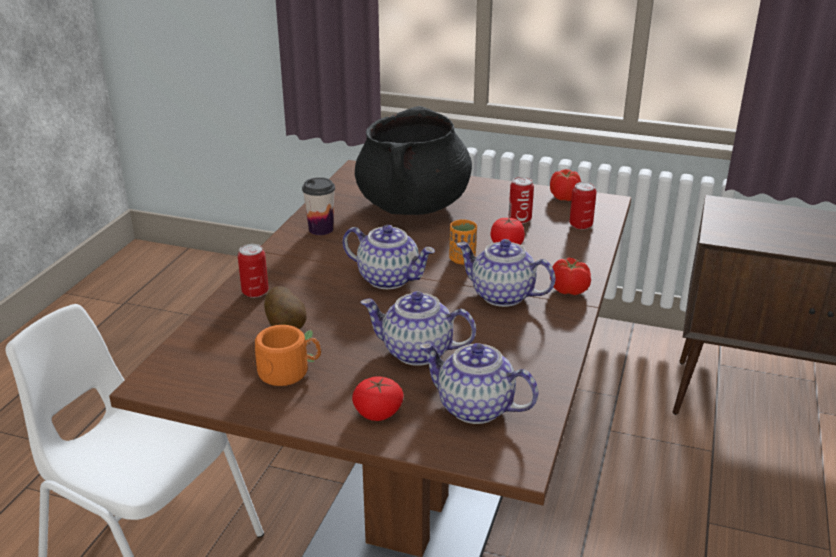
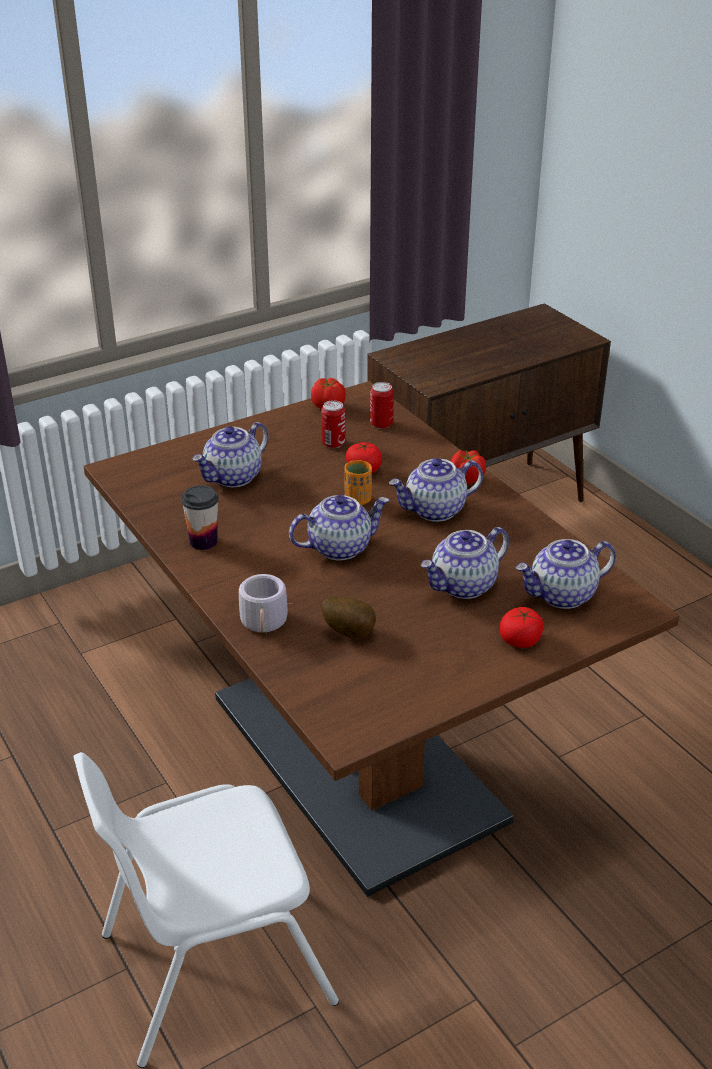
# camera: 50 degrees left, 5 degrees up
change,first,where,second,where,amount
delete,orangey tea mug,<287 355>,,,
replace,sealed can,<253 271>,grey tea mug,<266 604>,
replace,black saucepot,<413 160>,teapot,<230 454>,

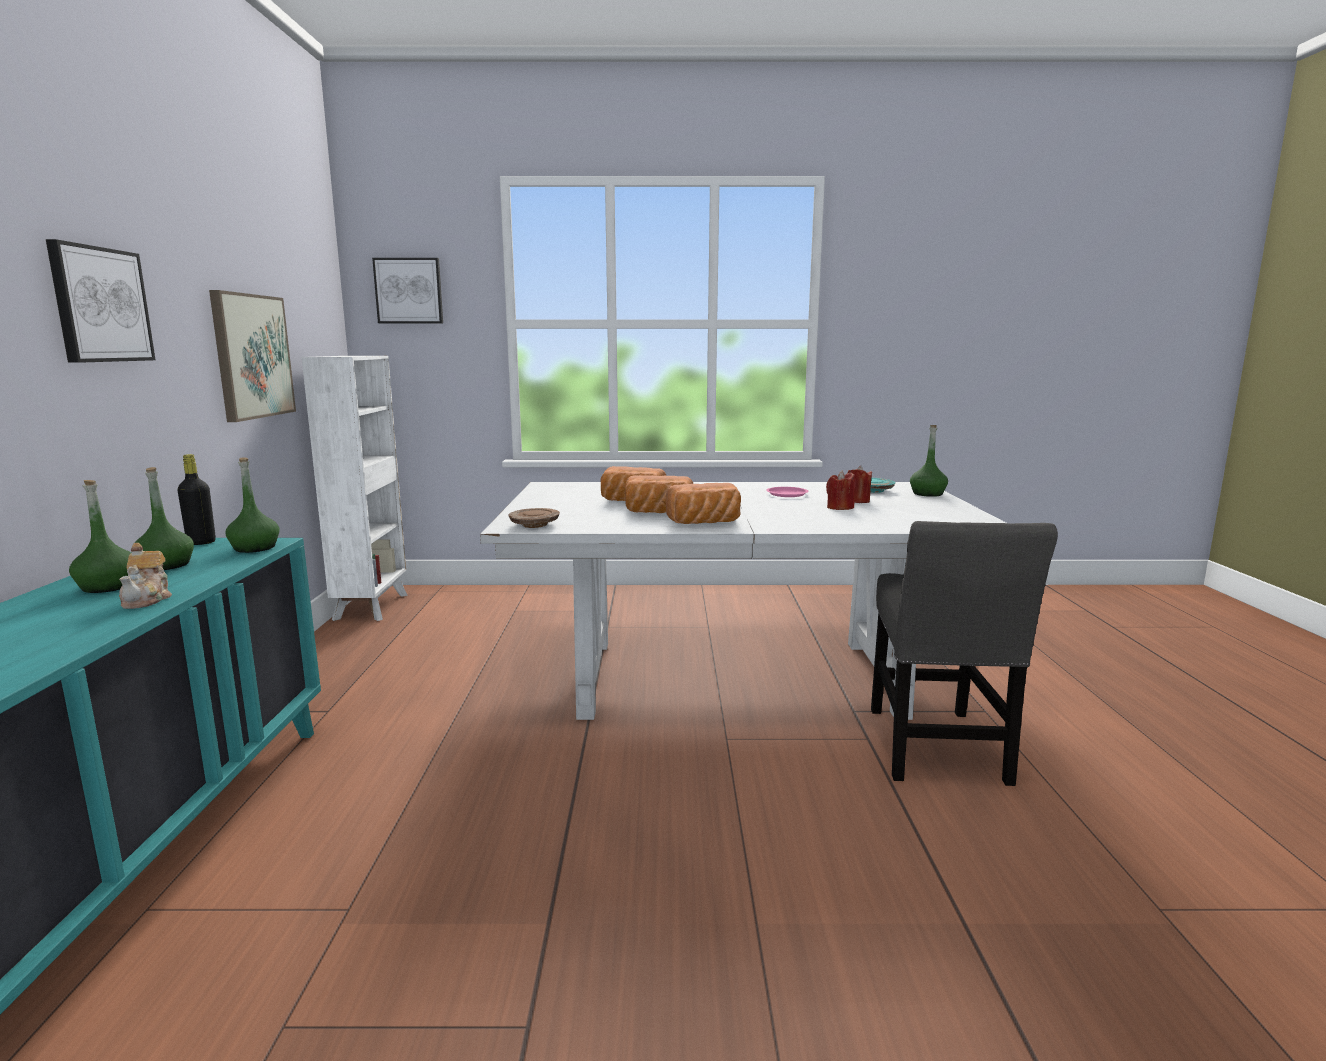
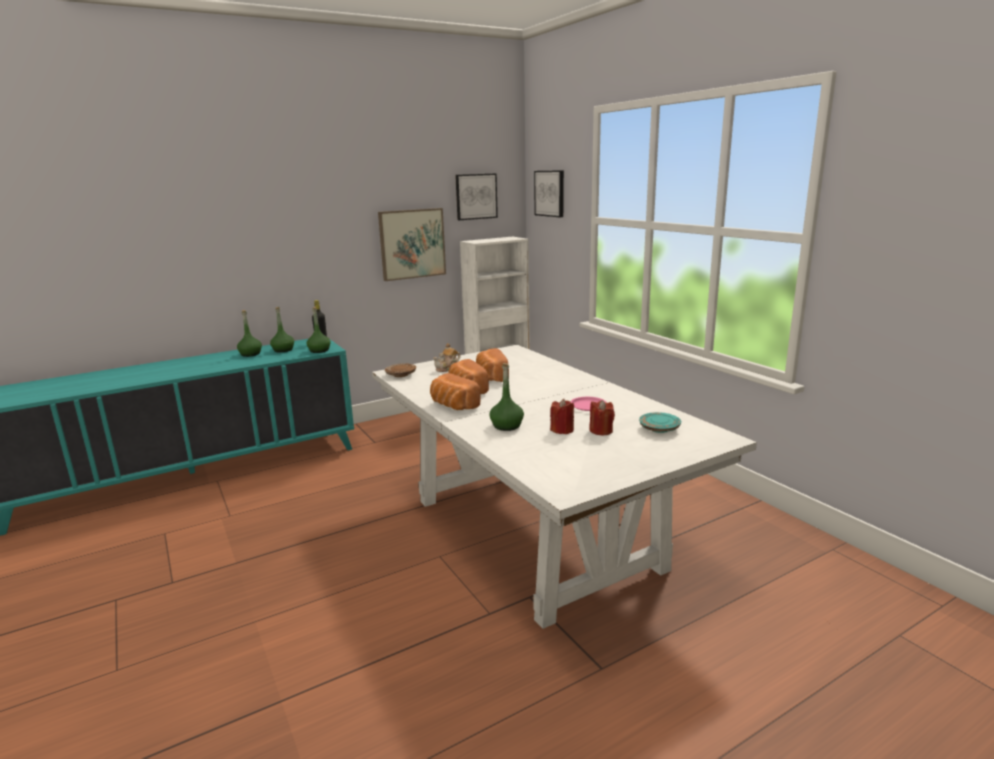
# camera: 60 degrees right, 5 degrees up
change,first,where,second,where,amount
delete,grey plain chair,<964 653>,,,
move,picture,<101 301>,,<476 196>,
move,teapot,<145 576>,,<447 357>,
move,green beverage bottle,<929 461>,,<506 397>,

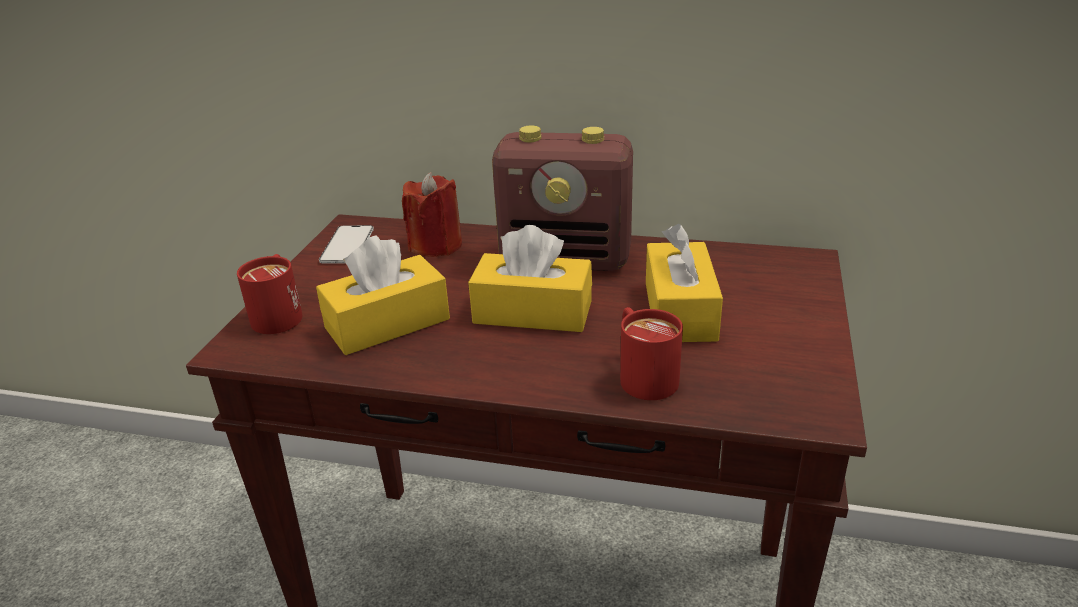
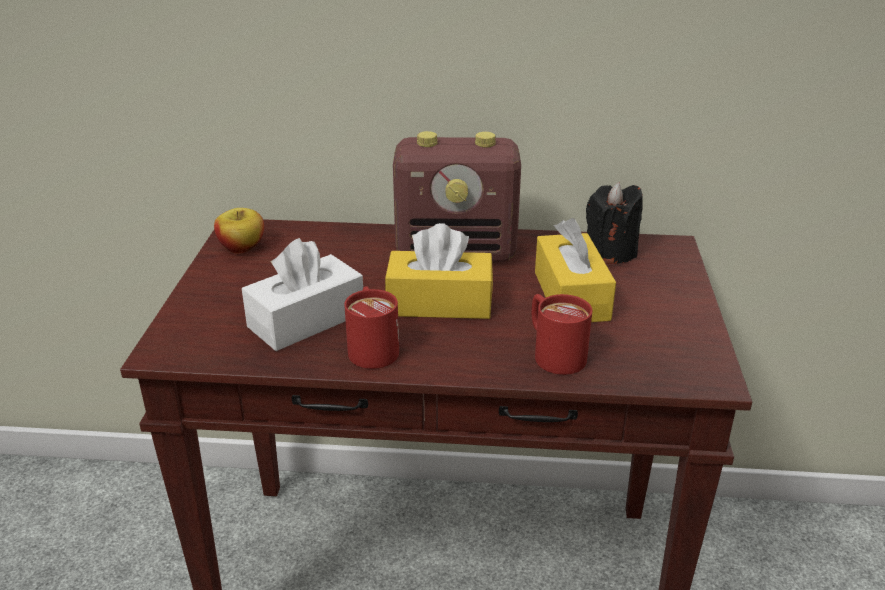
# camera: 10 degrees left, 0 degrees up
change,first,where,second,where,amount
delete,red-coloured candle,<432 214>,,,
insert,,,black candle,<614 223>,
move,red-coloured tea mug,<270 294>,,<371 327>,
replace,phone,<346 244>,whole apple,<239 230>,
recolor,yellow-coloured tissue holder,<383 295>,white-coloured tissue holder,<302 294>,

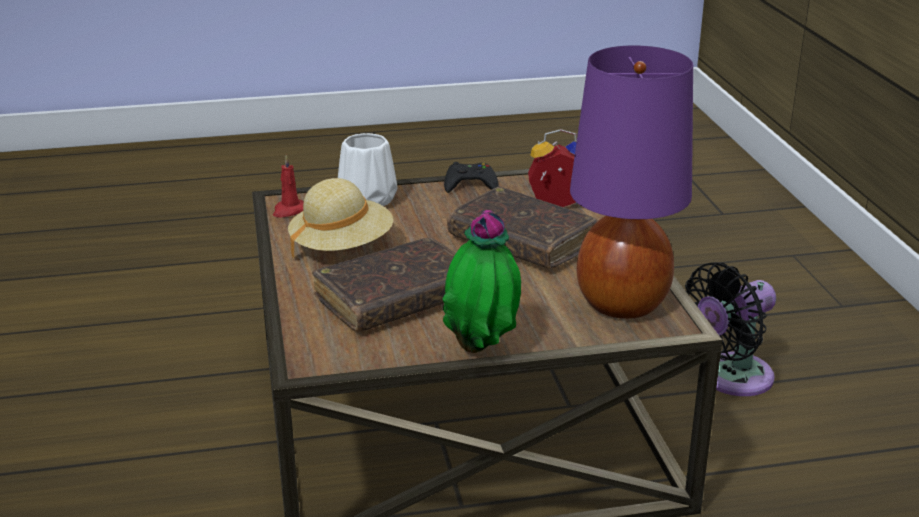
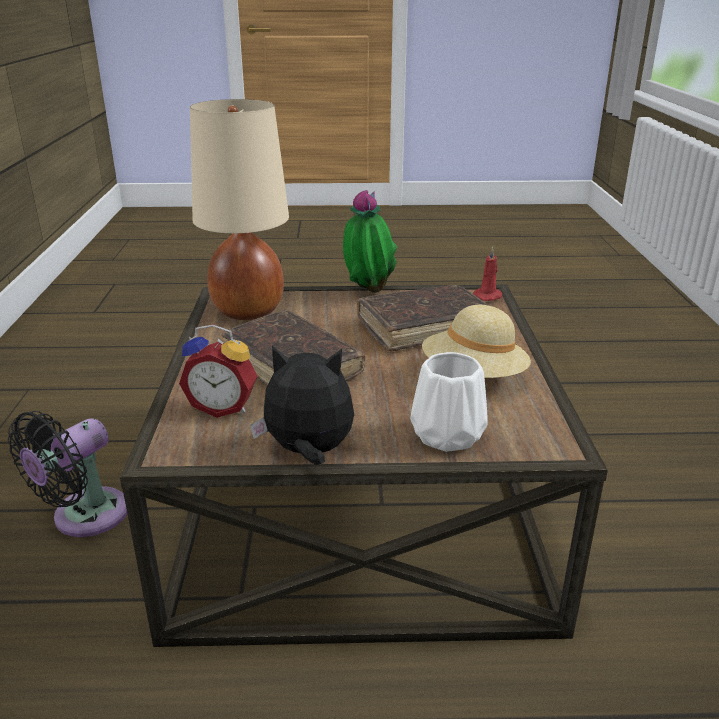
# camera: 170 degrees left, 0 degrees up
change,first,where,second,where,amount
move,red-coloured candle,<288 186>,,<487 274>,
replace,black joypad,<471 177>,soft toy,<302 405>,
recolor,purple-coloured lamp for a table,<631 182>,beige-coloured lamp for a table,<239 209>,
rotate,black fan,<730 329>,,<67 474>,150 degrees clockwise

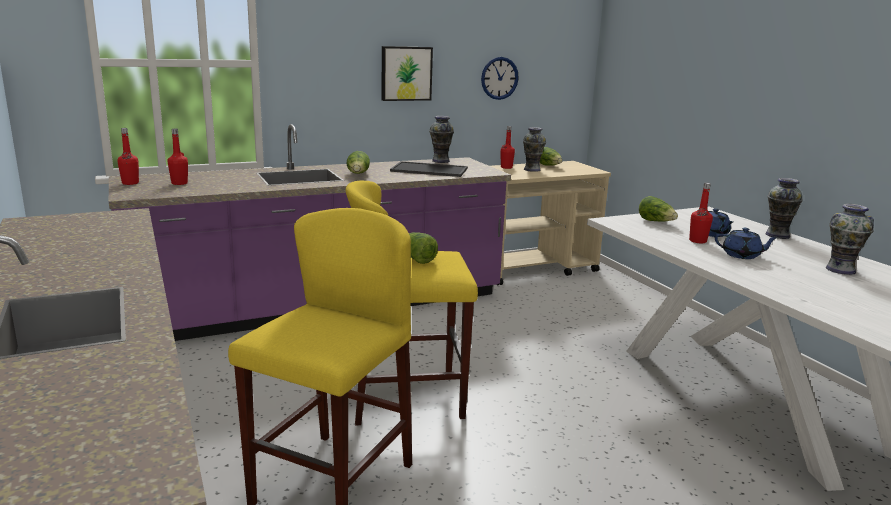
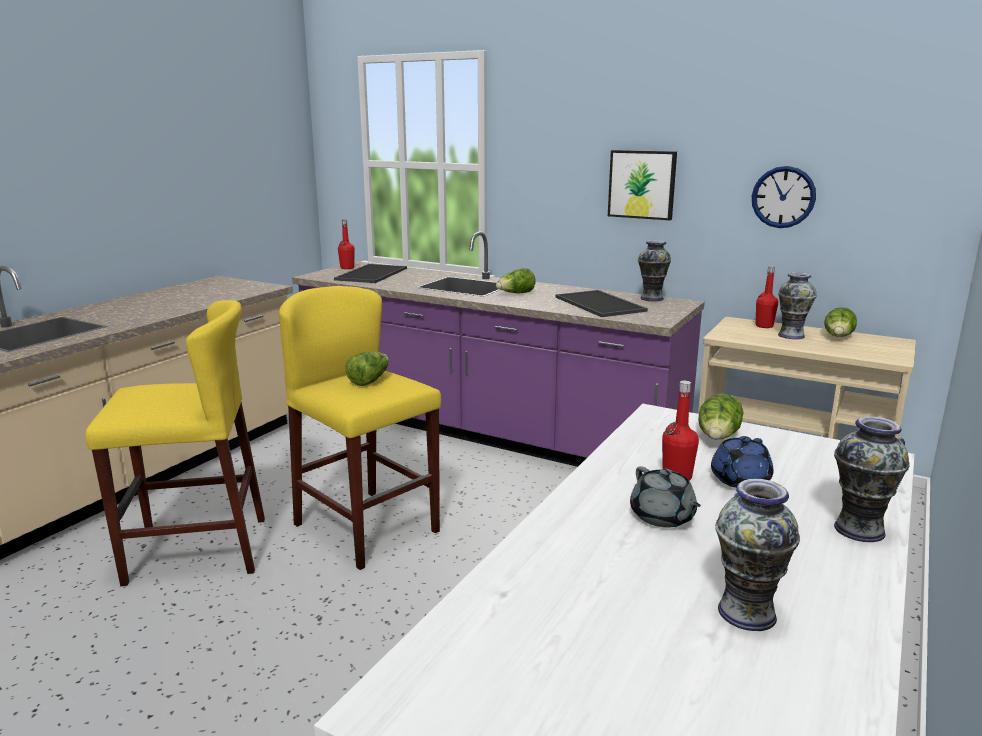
# camera: 55 degrees right, 0 degrees up
change,first,where,second,where,amount
replace,red-coloured beverage bottle,<178 157>,carrying tray,<370 273>,
recolor,blue teapot,<747 243>,grey teapot,<665 497>,

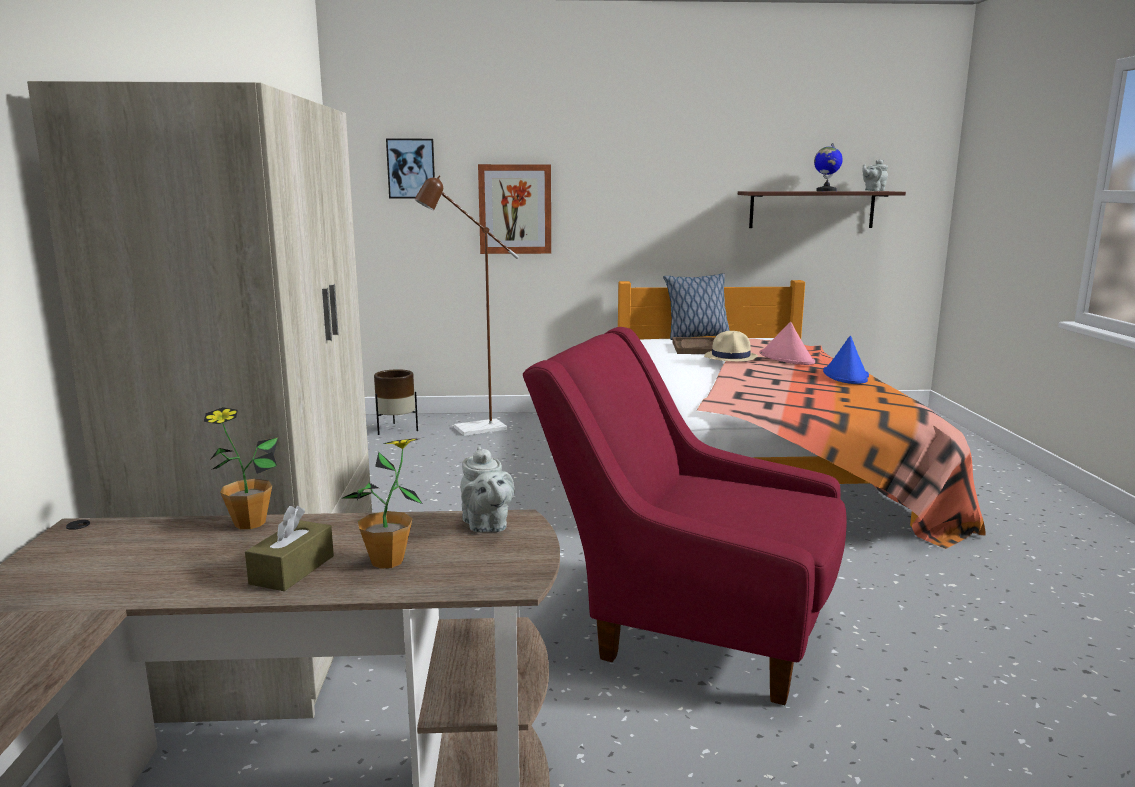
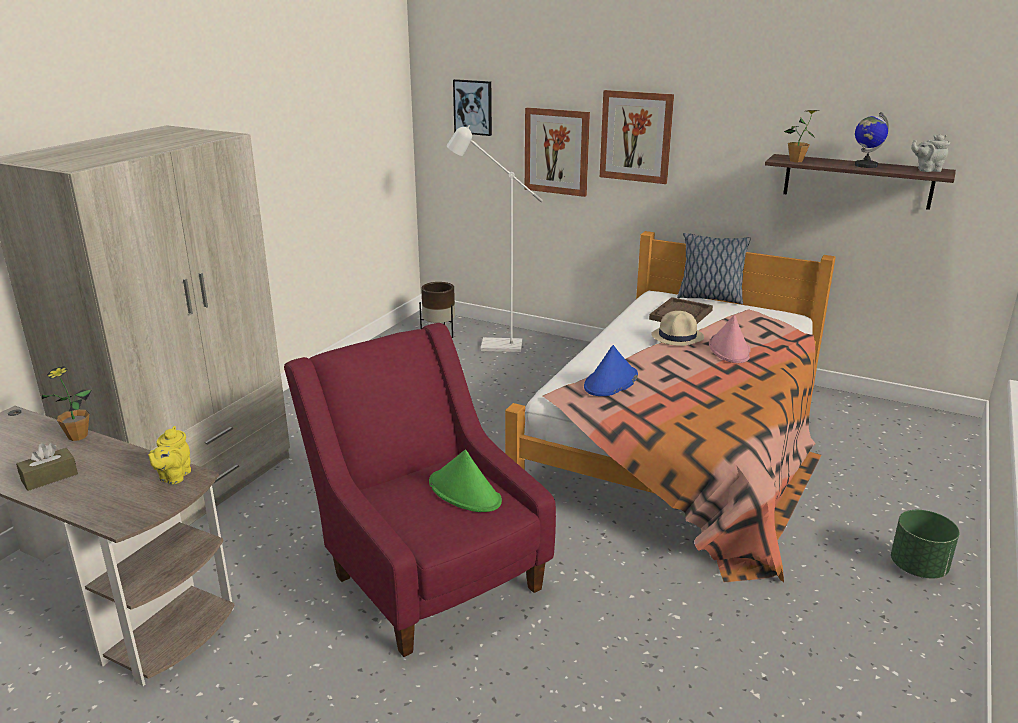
# camera: 30 degrees right, 10 degrees up
change,first,where,second,where,amount
insert,,,green wearable hat,<465 481>,
insert,,,picture,<637 137>,
insert,,,green flower pot,<925 544>,
move,potted plant,<382 504>,,<801 136>,
move,blue wearable hat,<846 360>,,<611 370>,
recolor,brownish standing lamp,<466 306>,white-coloured standing lamp,<495 238>,
recolor,grey teapot,<488 489>,yellow-coloured teapot,<169 455>,

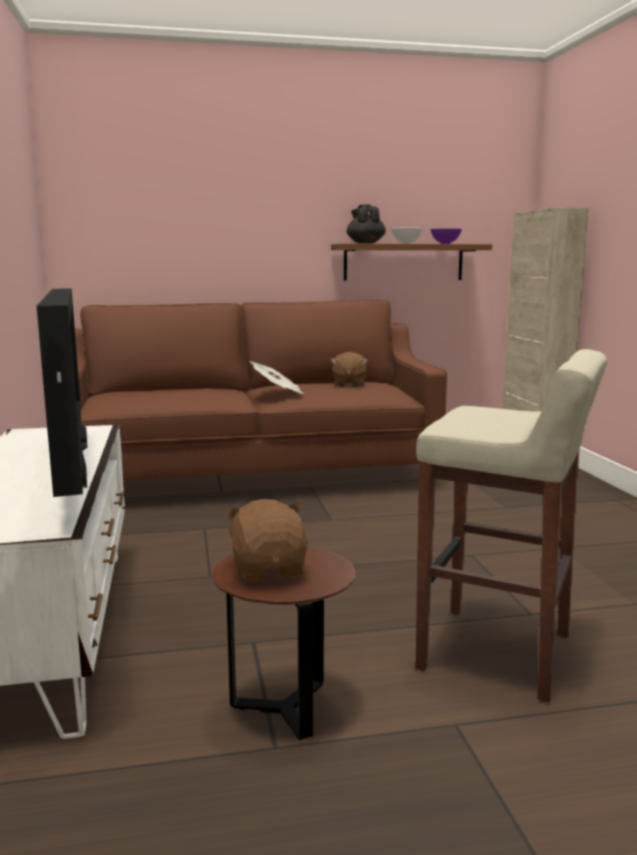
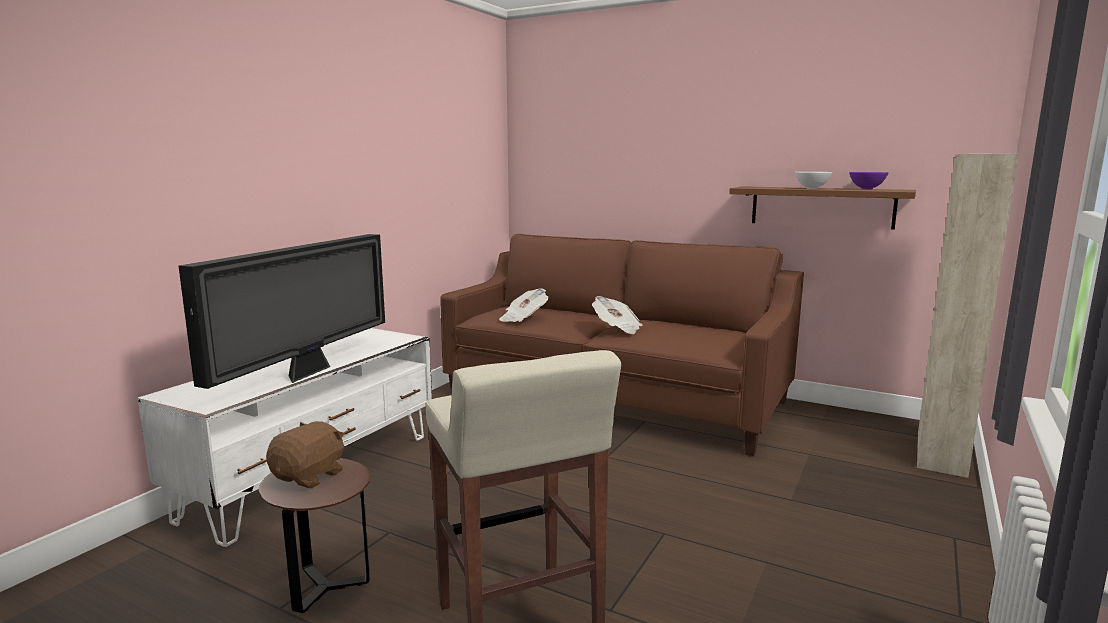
# camera: 40 degrees right, 0 degrees up
change,first,where,second,where,amount
delete,brownish soft toy,<349 369>,,,
delete,black teapot,<366 224>,,,
insert,,,printed paper,<523 305>,

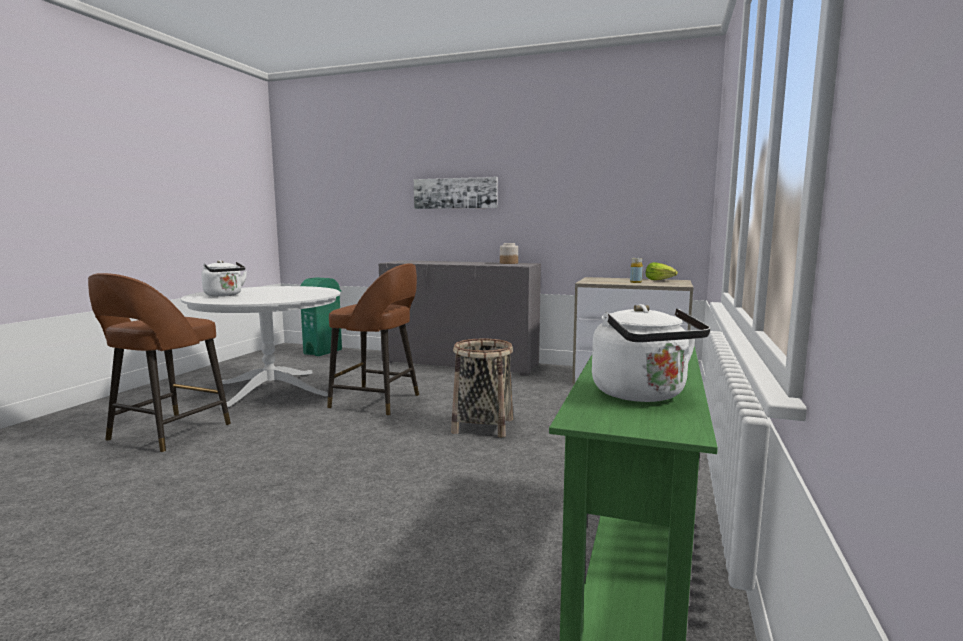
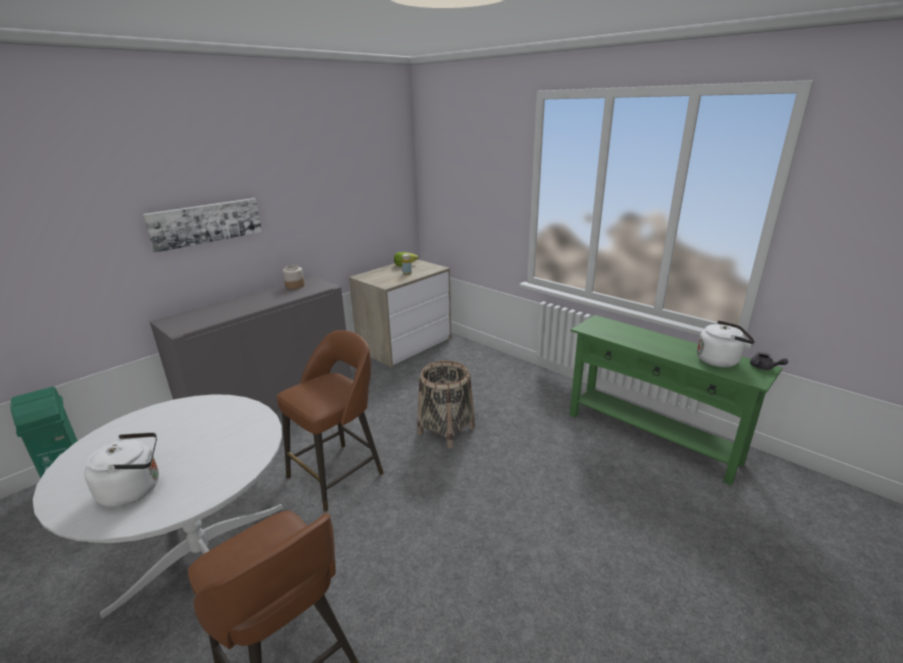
# camera: 65 degrees left, 15 degrees up
change,first,where,second,where,amount
insert,,,grey teapot,<769 361>,

